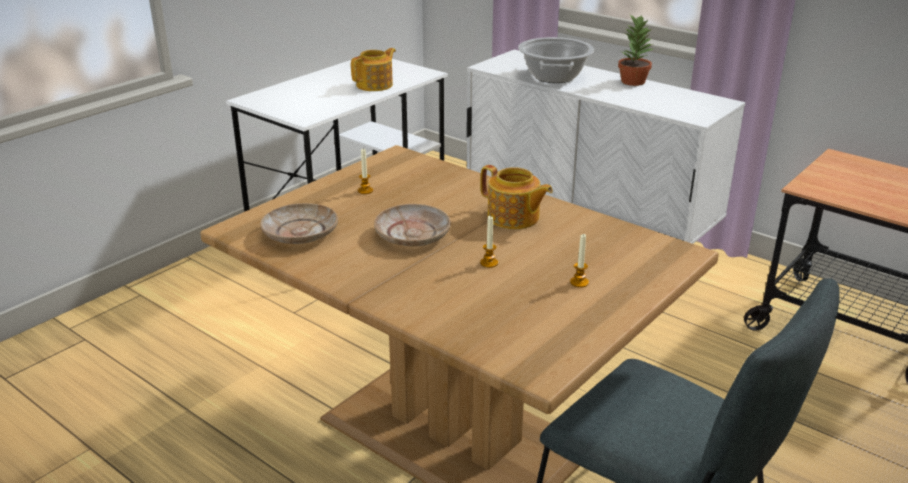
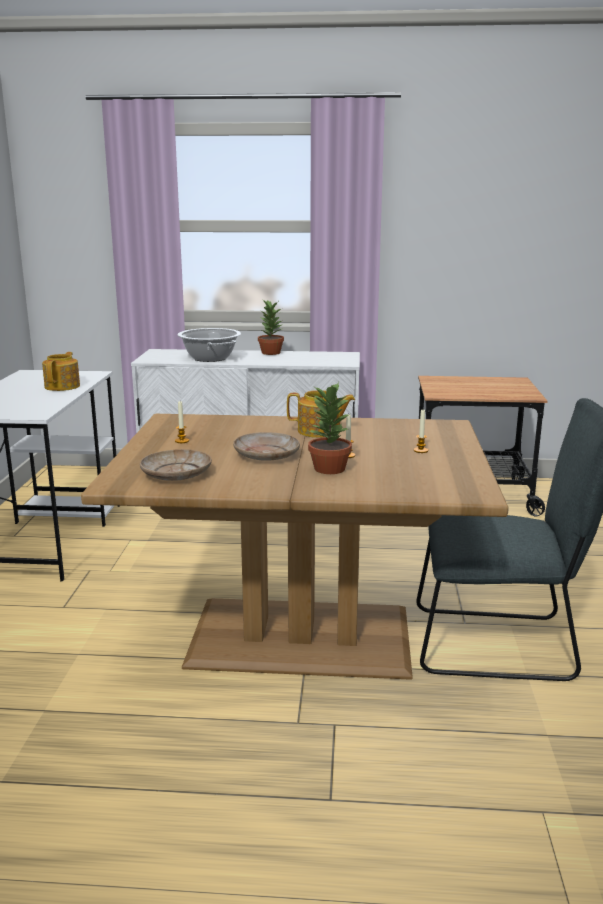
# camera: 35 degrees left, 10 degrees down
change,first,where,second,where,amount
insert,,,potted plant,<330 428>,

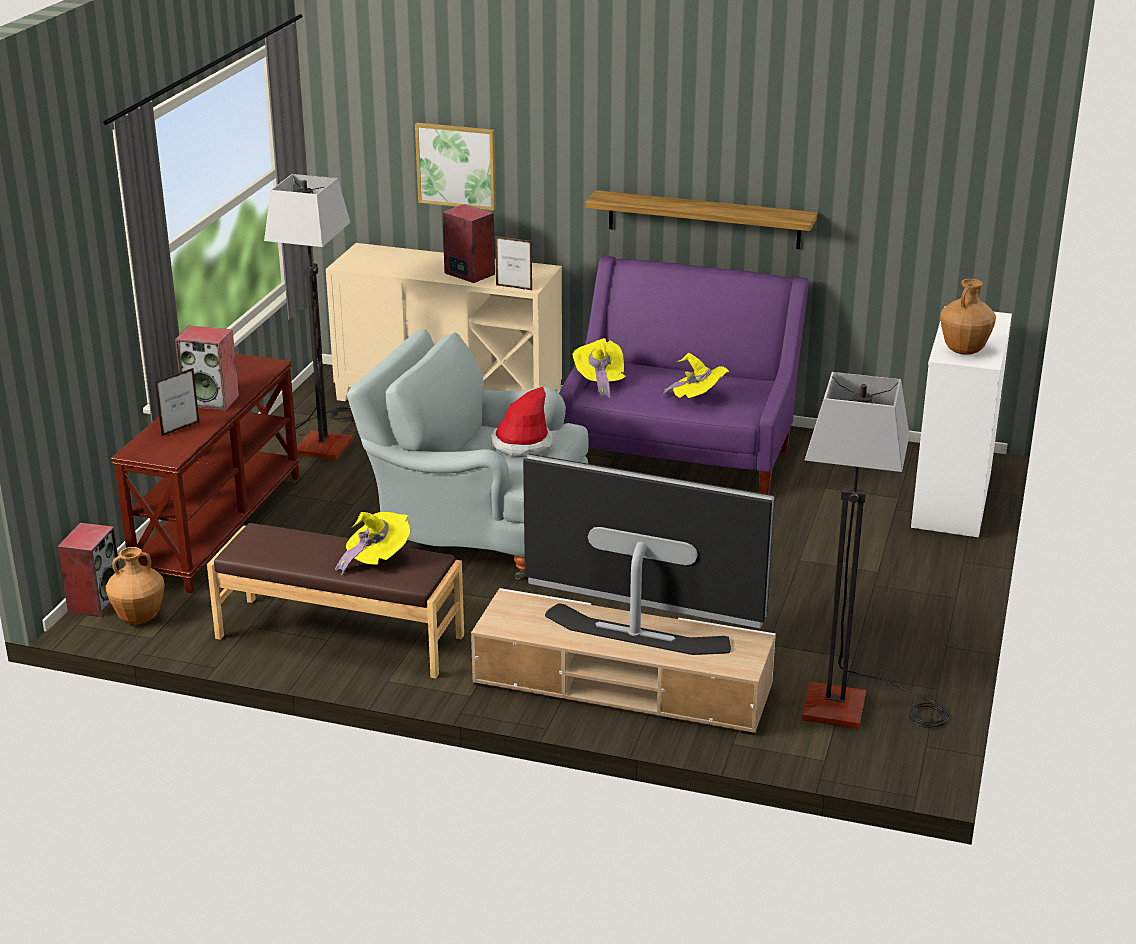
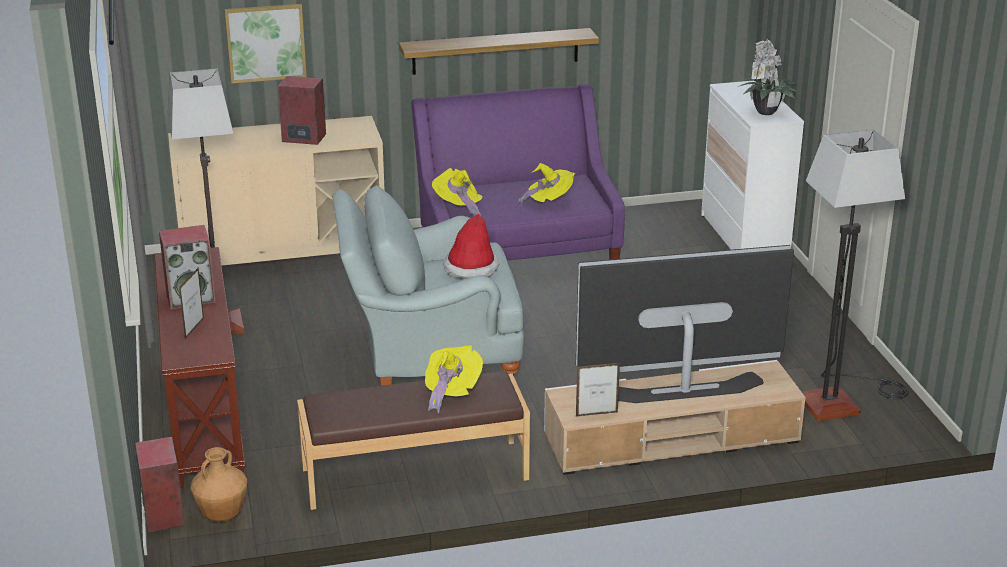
# camera: 30 degrees left, 0 degrees up
change,first,where,second,where,amount
move,standing frame,<513 263>,,<598 390>,
replace,brownish vase,<968 317>,potted plant,<767 77>,

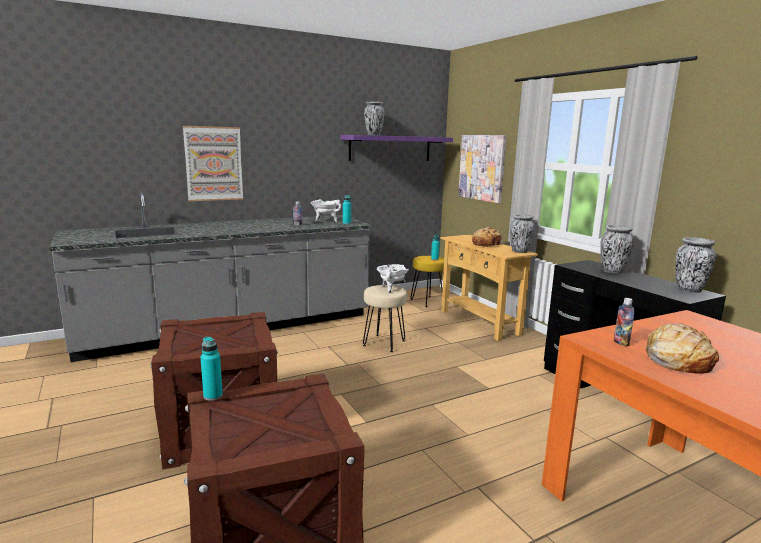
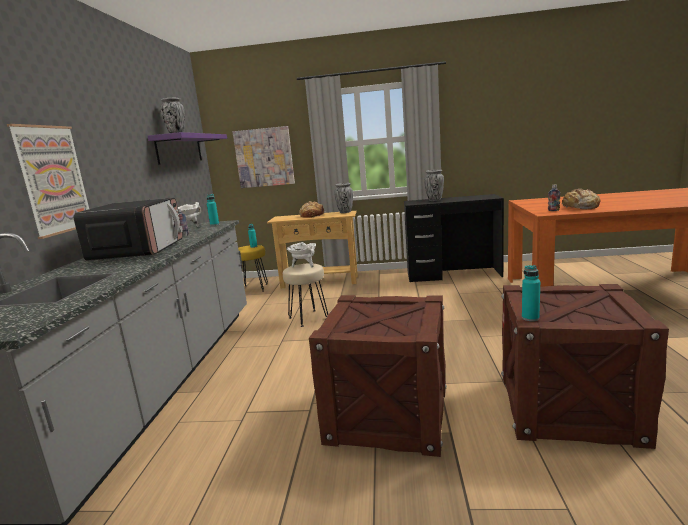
# camera: 55 degrees left, 0 degrees up
change,first,where,second,where,amount
delete,vase,<695 265>,,,
insert,,,kitchen microwave,<128 229>,

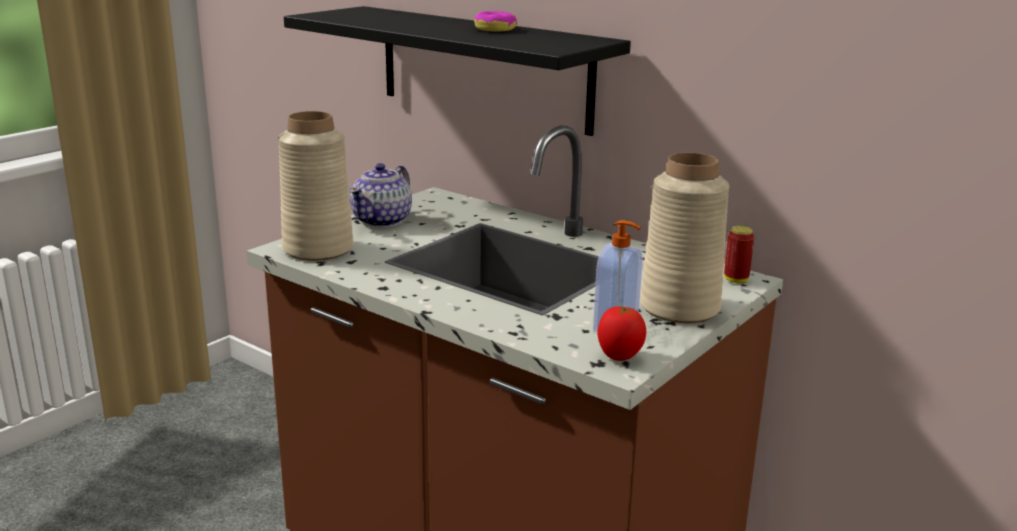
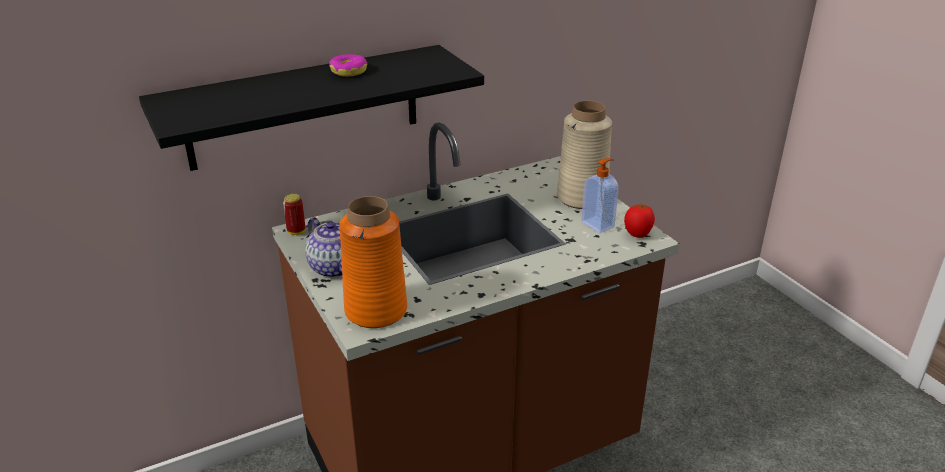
# camera: 65 degrees left, 10 degrees up
change,first,where,second,where,amount
move,sealed can,<739 254>,,<294 214>,
recolor,beige-coloured vase,<315 186>,orangey vase,<373 262>,

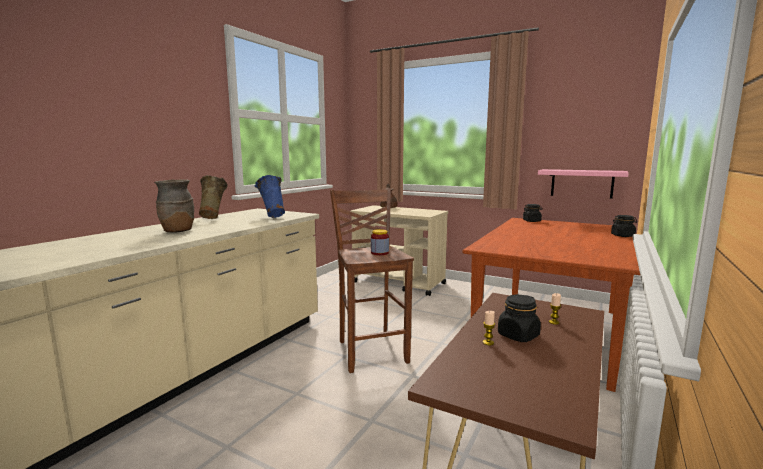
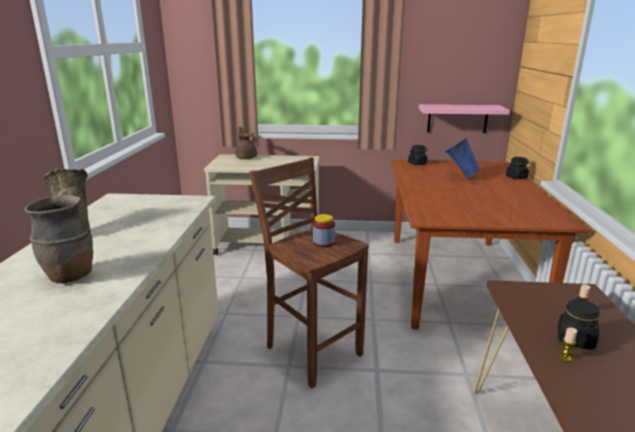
# camera: 25 degrees left, 10 degrees up
change,first,where,second,where,amount
move,blue vase,<270 196>,,<463 158>,

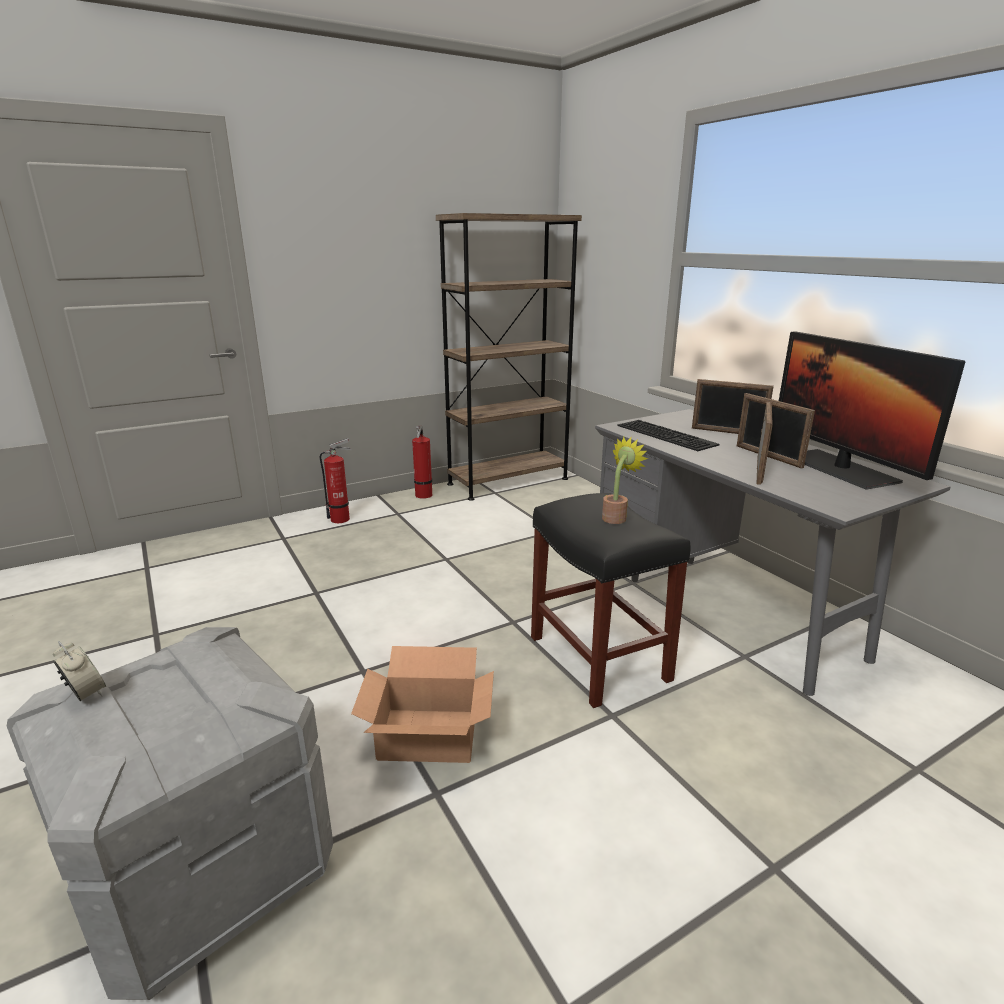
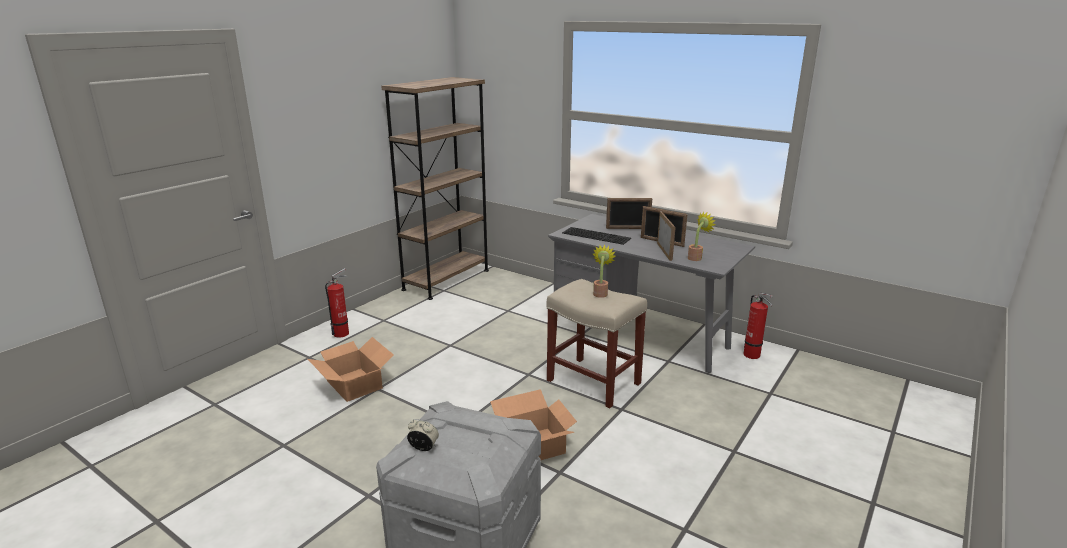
# camera: 25 degrees left, 0 degrees up
change,first,where,second,where,amount
delete,computer screen,<872 410>,,,
insert,,,packing box,<351 369>,
insert,,,potted plant,<702 236>,
move,fire-fighting cylinder,<422 462>,,<758 326>,
recolor,black stool seat,<611 600>,beige-coloured stool seat,<597 343>,

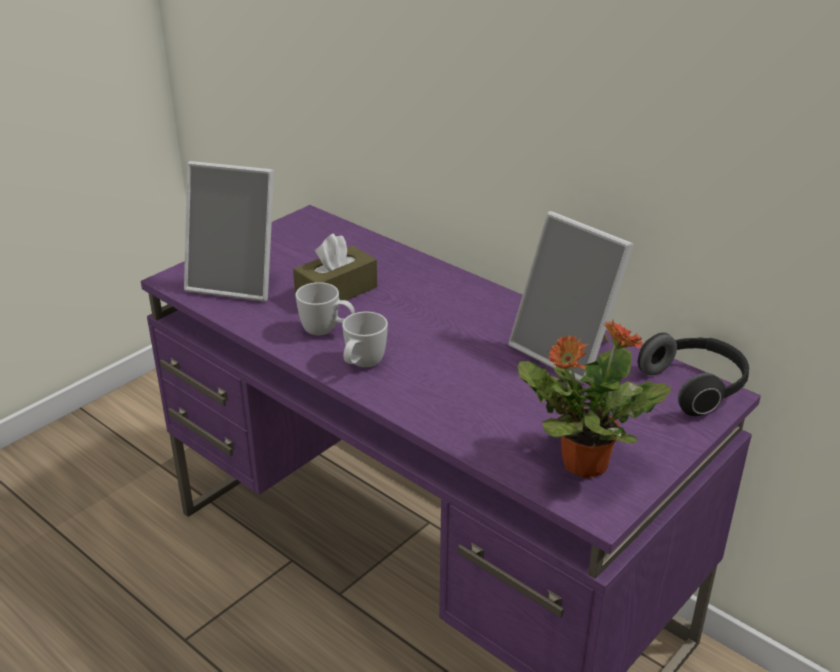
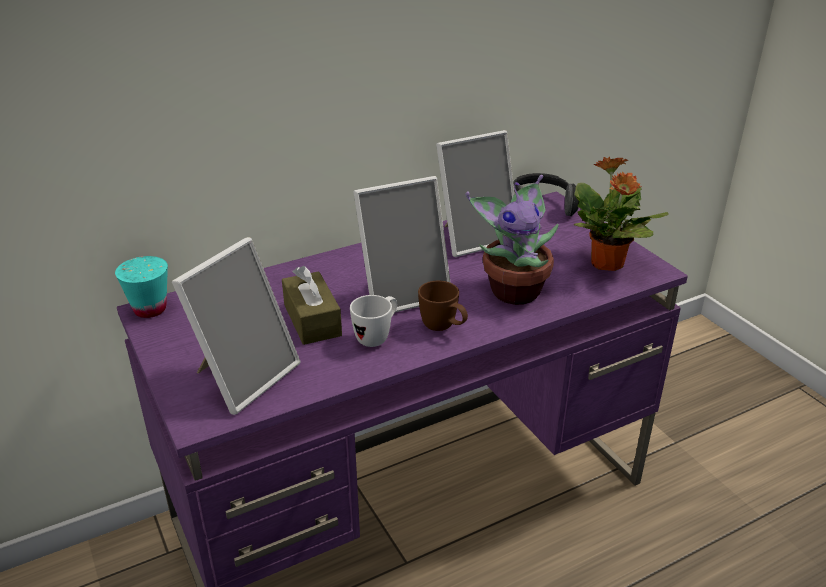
# camera: 70 degrees left, 0 degrees up
change,first,where,second,where,amount
insert,,,turquoise small cup,<141 287>,
insert,,,standing frame,<402 244>,
insert,,,potted plant,<512 240>,
recolor,white-coloured tea mug,<365 339>,brownish tea mug,<443 306>,

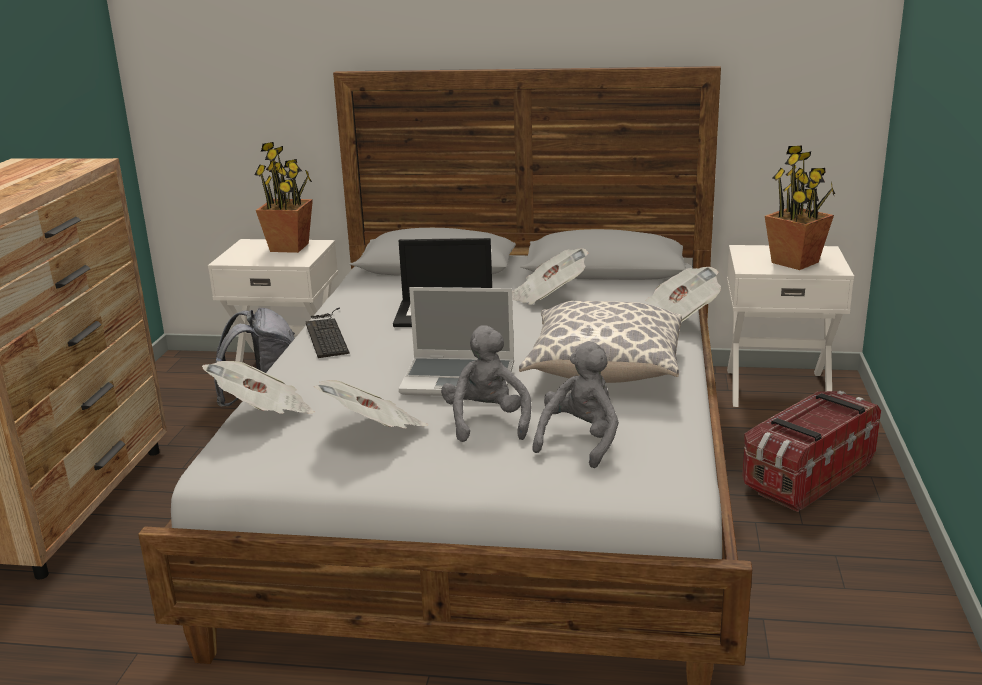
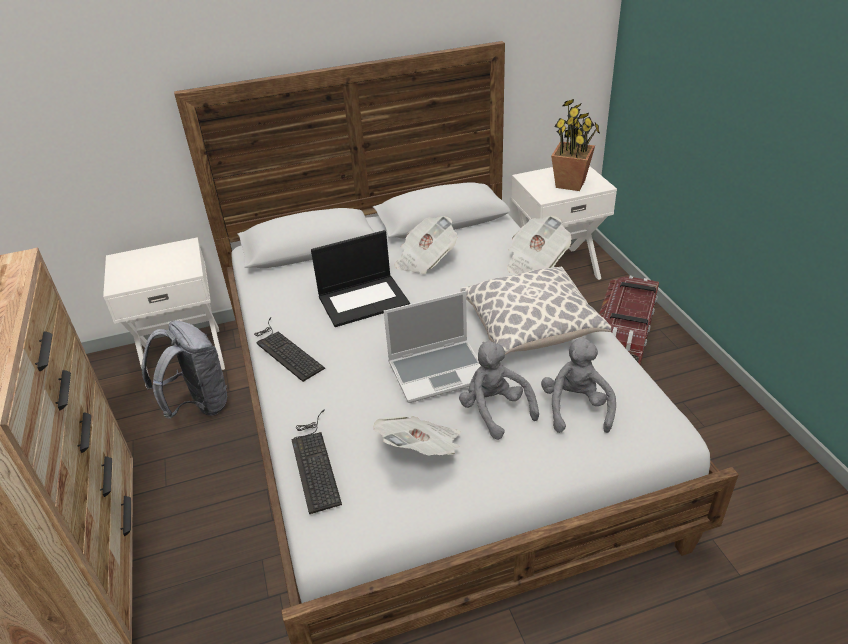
# camera: 25 degrees left, 15 degrees up
change,first,where,second,where,amount
delete,potted plant,<283 197>,,,
replace,printed paper,<258 387>,computer keyboard,<316 462>,

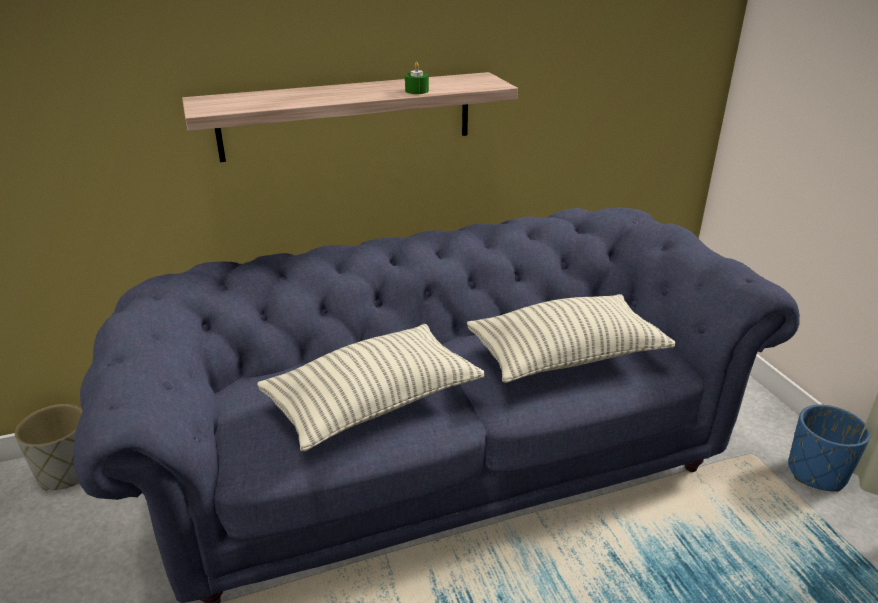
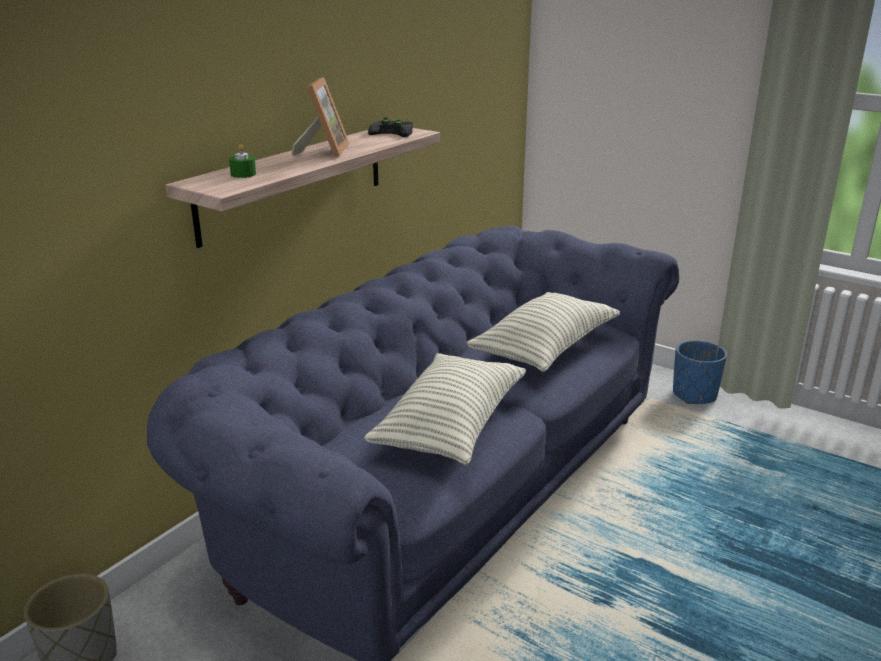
# camera: 35 degrees left, 5 degrees down
change,first,where,second,where,amount
insert,,,standing frame,<320 117>,
insert,,,black joypad,<390 127>,
move,green candle,<417 78>,,<242 161>,

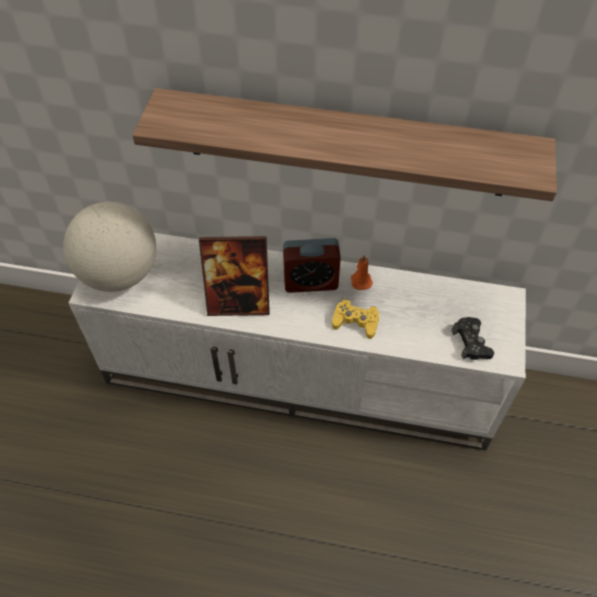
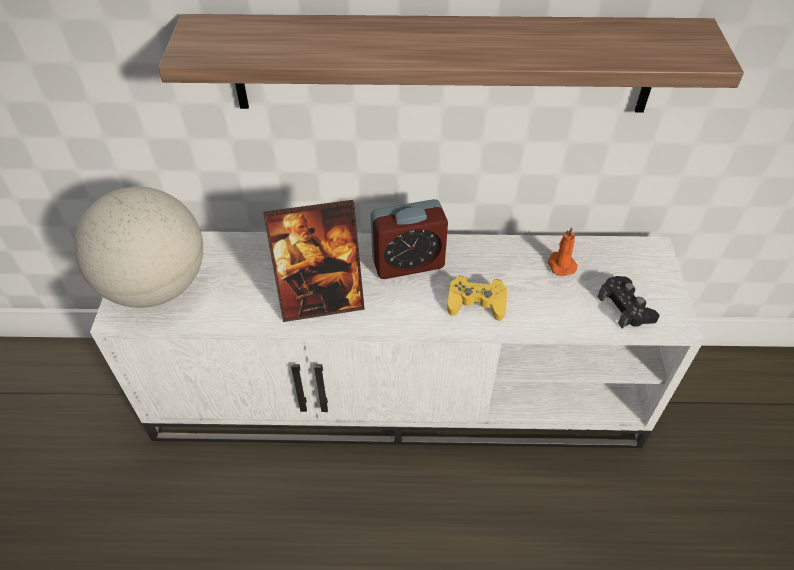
# camera: 10 degrees left, 5 degrees down
change,first,where,second,where,amount
move,orangey candle,<362 272>,,<562 251>,

